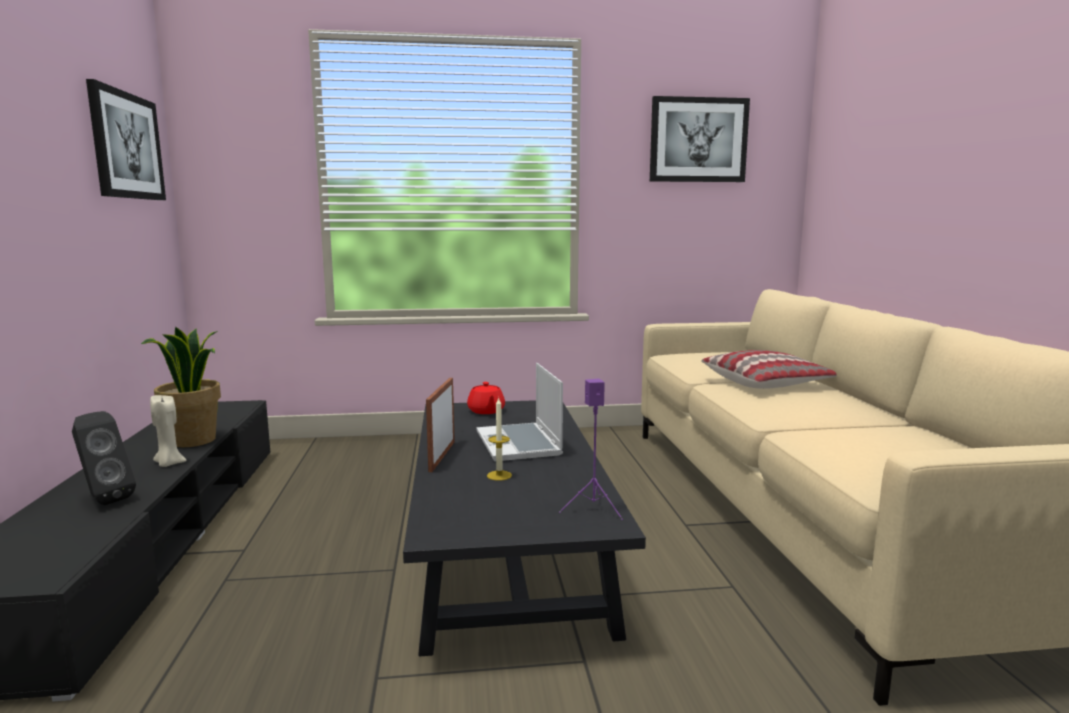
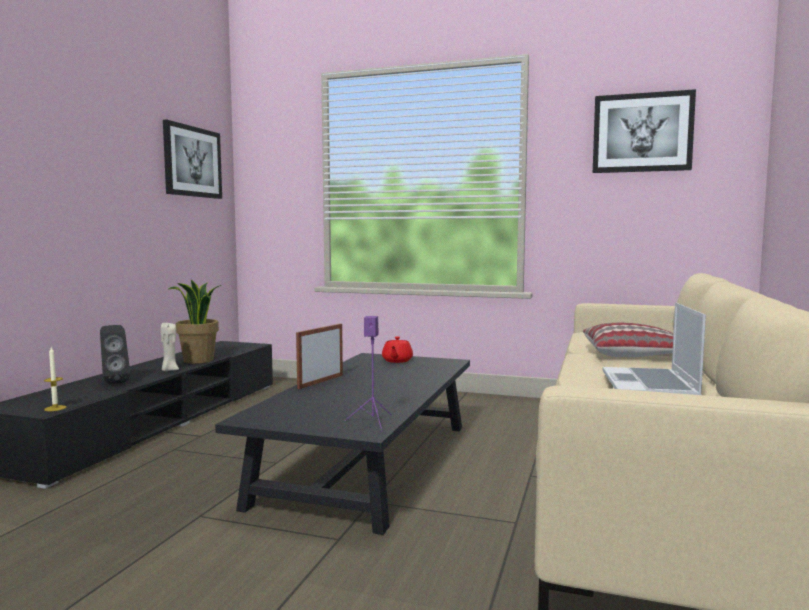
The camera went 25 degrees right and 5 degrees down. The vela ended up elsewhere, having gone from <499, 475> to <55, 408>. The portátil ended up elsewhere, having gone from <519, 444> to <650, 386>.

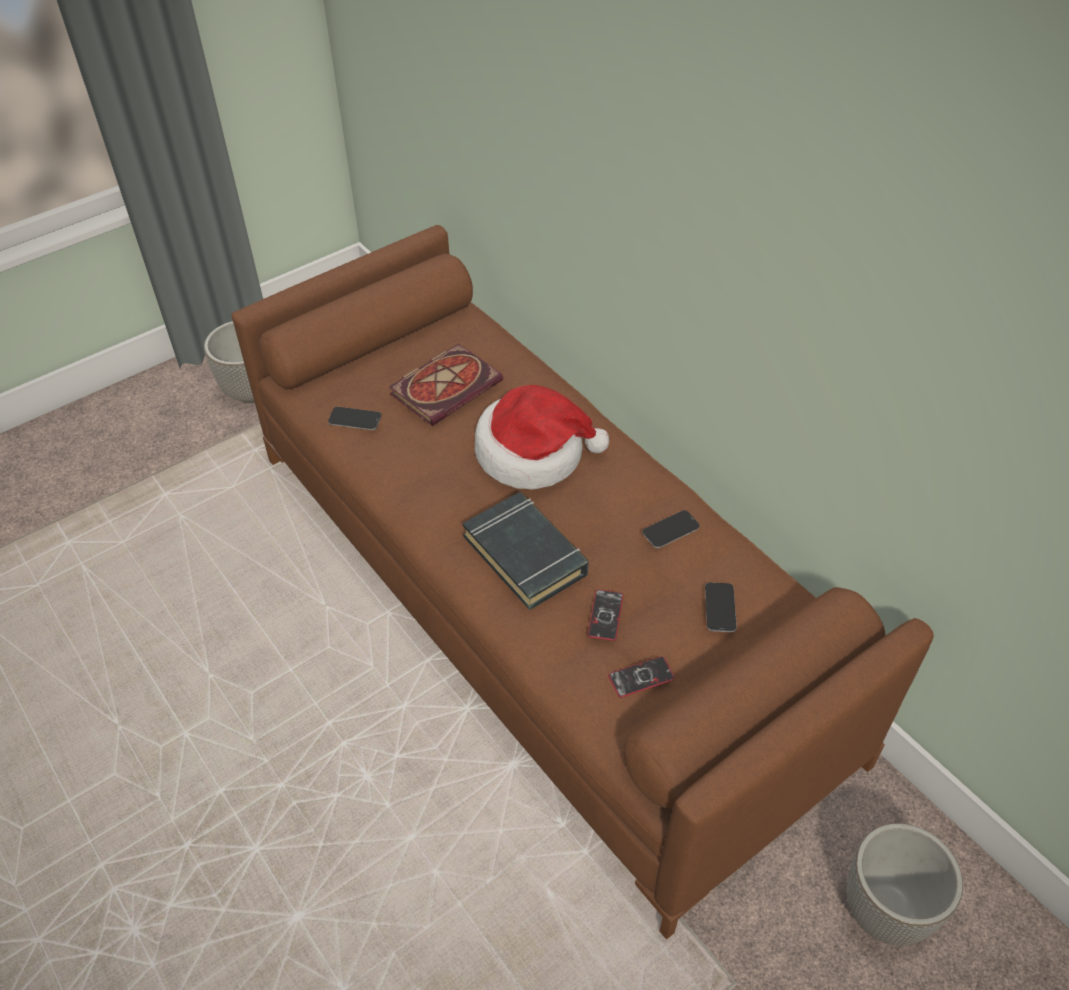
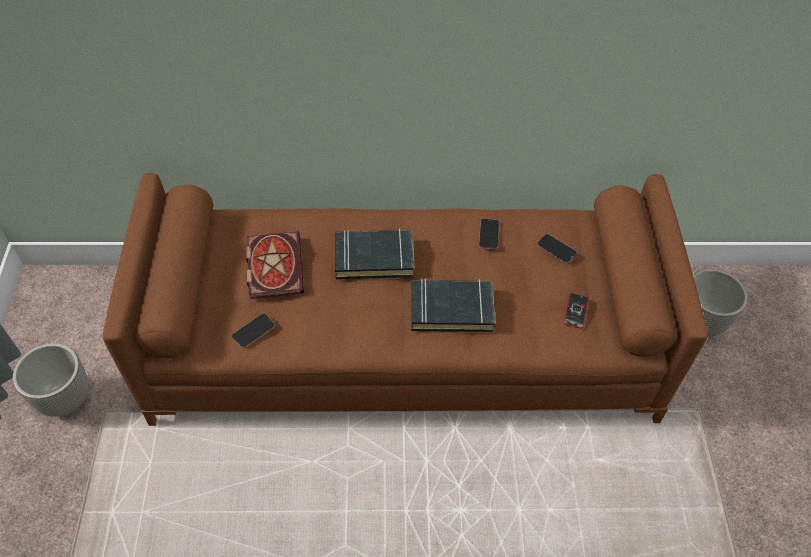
The camera went 55 degrees left and 5 degrees up. Where the sombrero stood at <533, 453>, the libro (negro) came to stand at <374, 258>. The second view lost the móvil at <605, 615>.

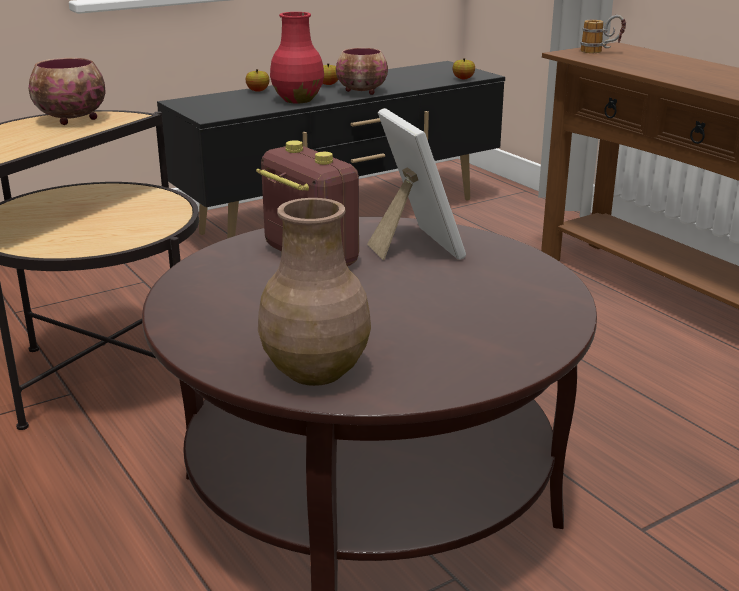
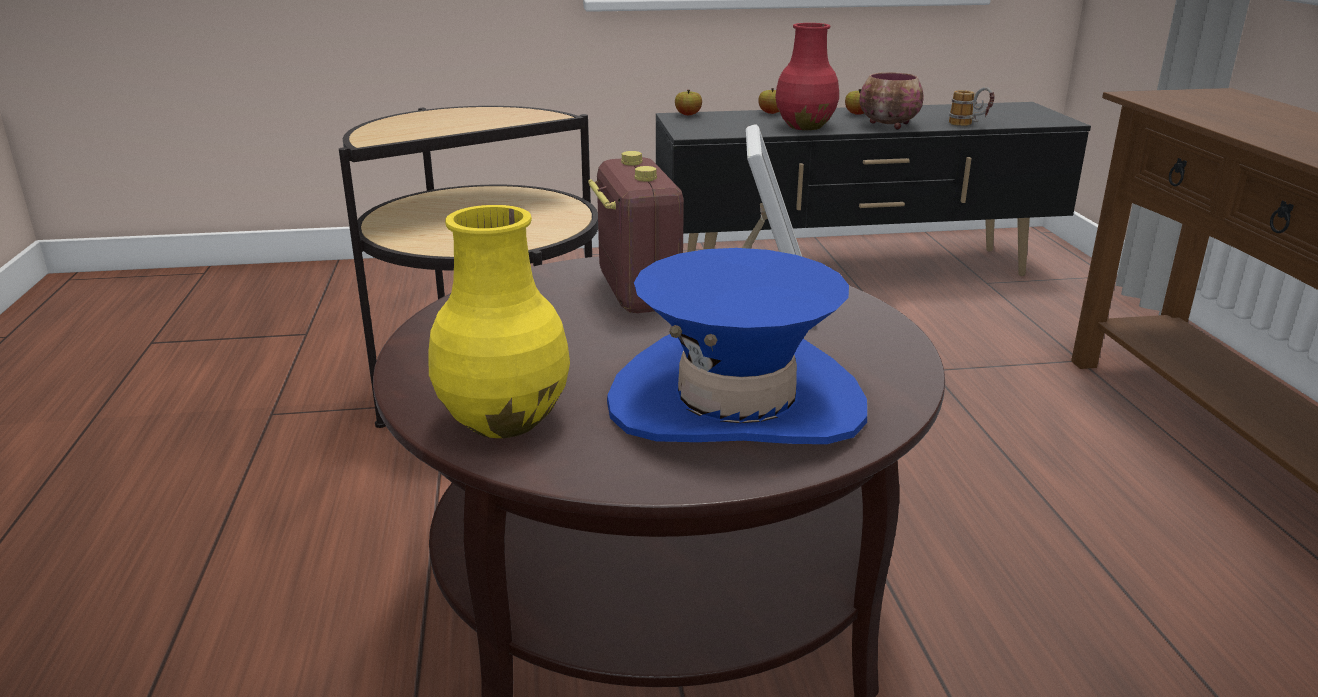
The camera went 25 degrees right and 0 degrees up. What was the florero (marrón) at <315, 372> turned into the florero (amarillo) at <502, 422>. The second view gained the sombrero (azul) at <736, 403>. The manzana ended up elsewhere, having gone from <463, 79> to <688, 115>. The taza grande ended up elsewhere, having gone from <601, 52> to <969, 125>. The second view lost the cuenco at <71, 120>.

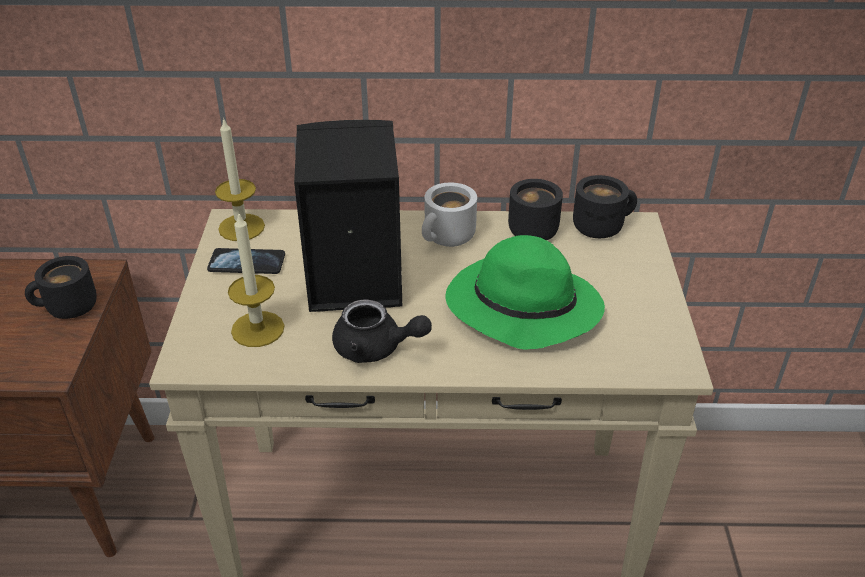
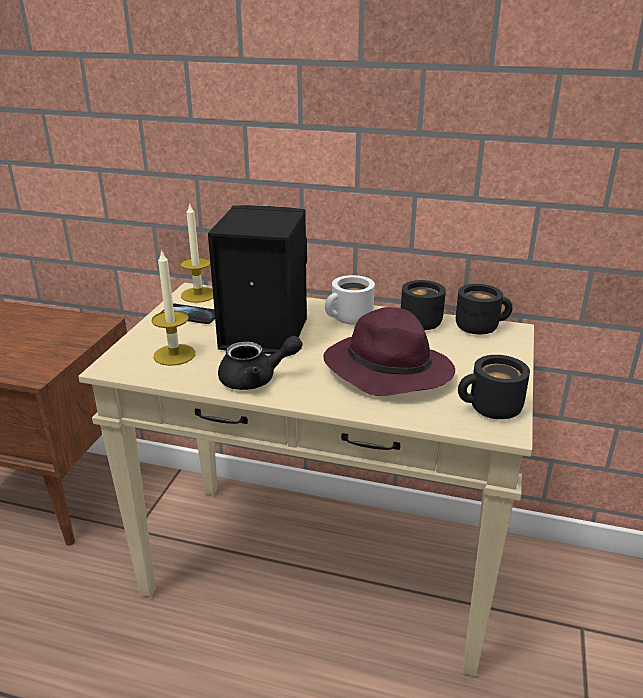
The camera went 15 degrees right and 10 degrees down. The tetera (negro) at <376, 348> ended up facing another way, 45 degrees counterclockwise from before. What was the sombrero (verde) at <520, 308> turned into the sombrero (morado) at <385, 370>. The taza grande (negro) ended up elsewhere, having gone from <68, 309> to <491, 410>.

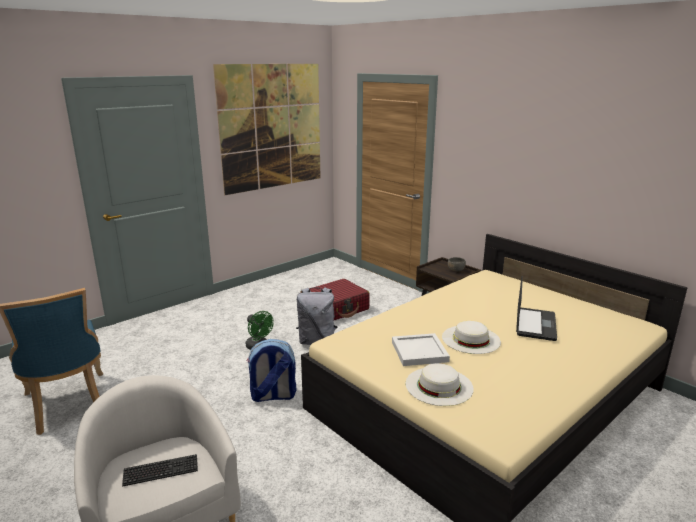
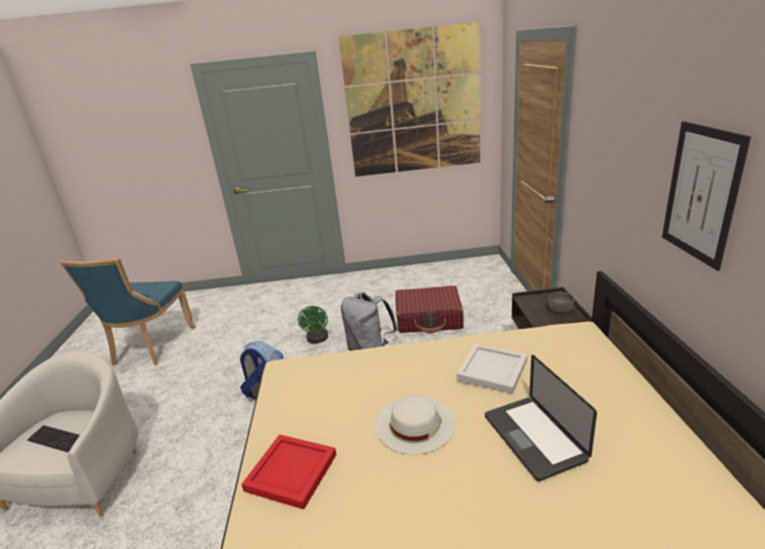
The camera went 40 degrees right and 5 degrees up. Where the sombrero (blanco) stood at <439, 385>, the bandeja (rojo) came to stand at <290, 473>. The bandeja (blanco) ended up elsewhere, having gone from <420, 352> to <493, 371>. The portátil at <535, 325> ended up facing another way, 105 degrees clockwise from before. The second view gained the cuadro at <701, 193>.

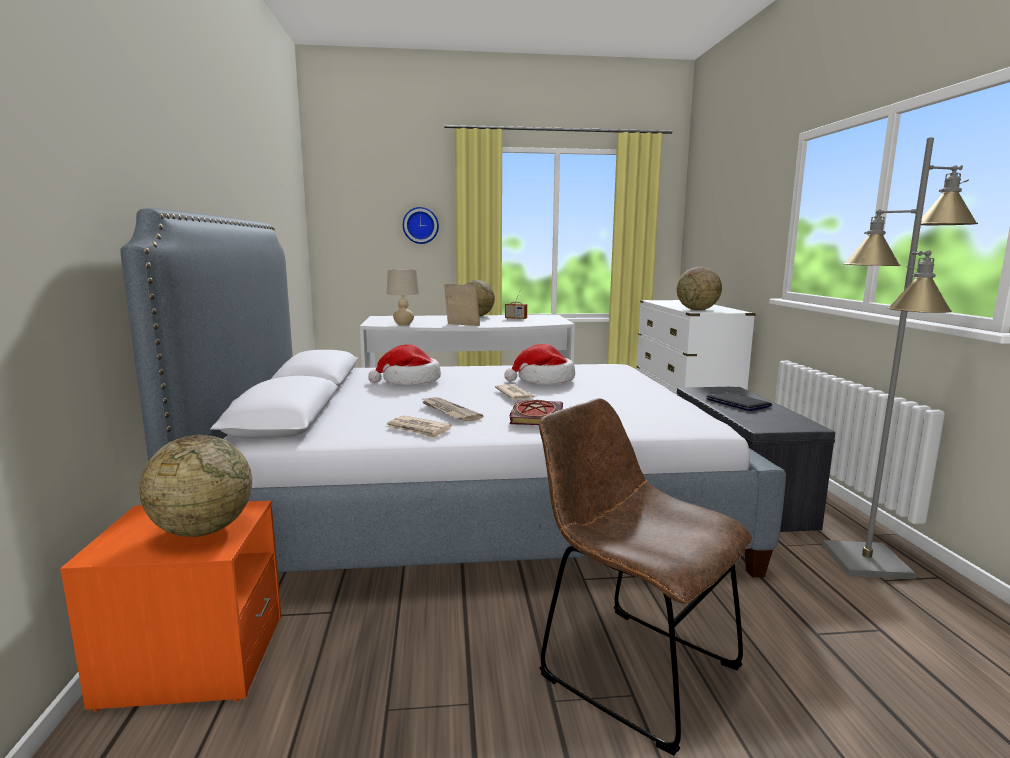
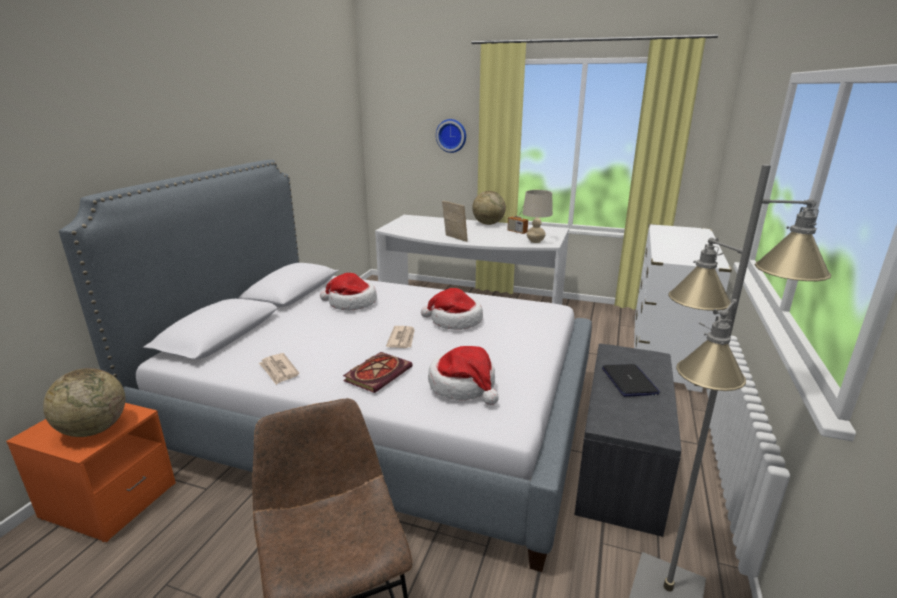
The camera went 25 degrees right and 10 degrees up. The second view gained the sombrero at <463, 386>. The lámpara de mesa (beis) ended up elsewhere, having gone from <404, 325> to <535, 241>. The second view lost the periódico at <449, 411>. The second view lost the globo terráqueo at <697, 310>.

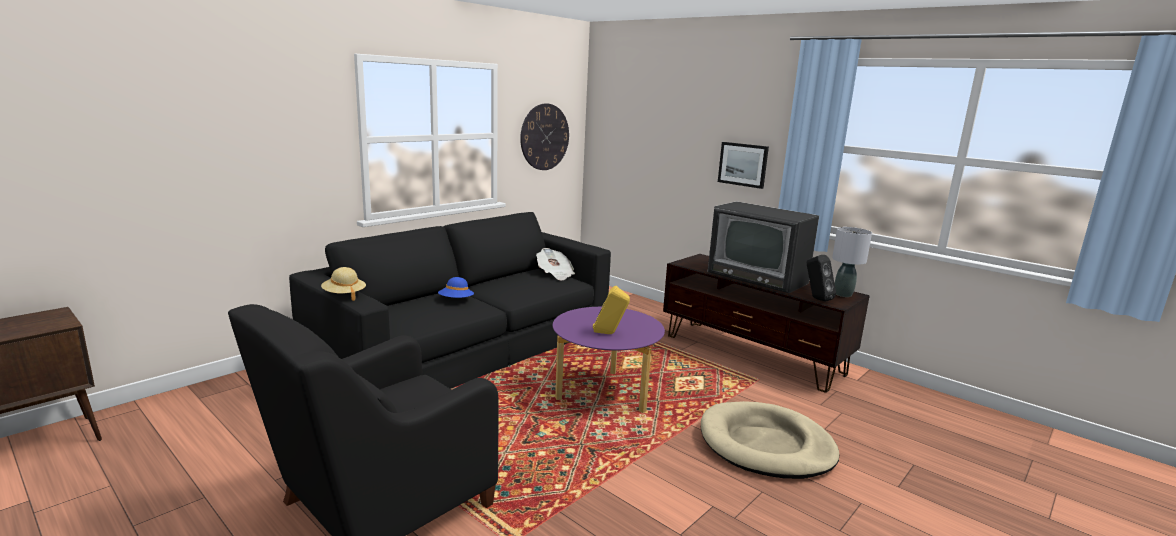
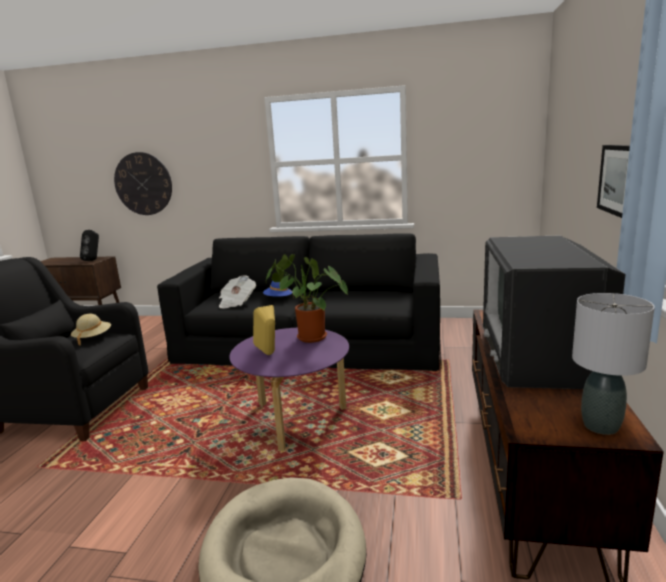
The camera went 60 degrees right and 0 degrees up. The sombrero (beis) ended up elsewhere, having gone from <344, 295> to <92, 338>. The altavoz (negro) ended up elsewhere, having gone from <816, 298> to <93, 260>. The reloj de pared ended up elsewhere, having gone from <544, 137> to <143, 184>. The periódico ended up elsewhere, having gone from <555, 274> to <236, 302>. The second view gained the planta en maceta at <308, 338>.

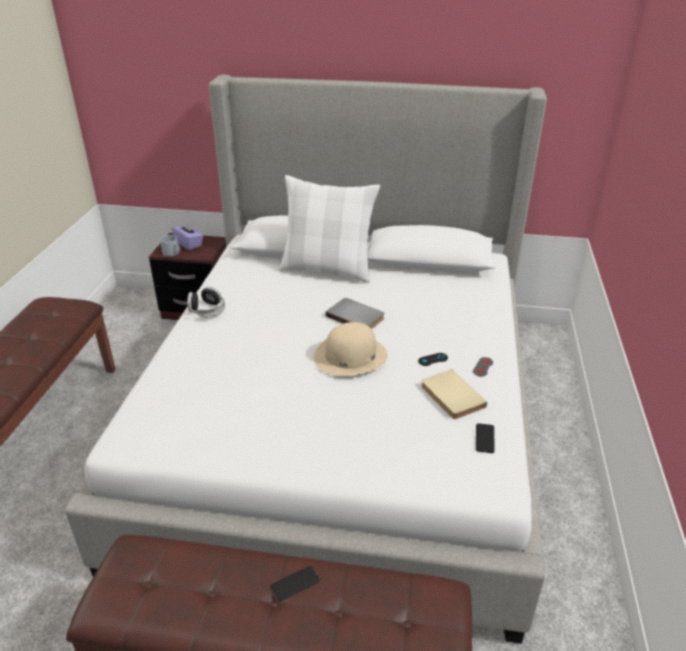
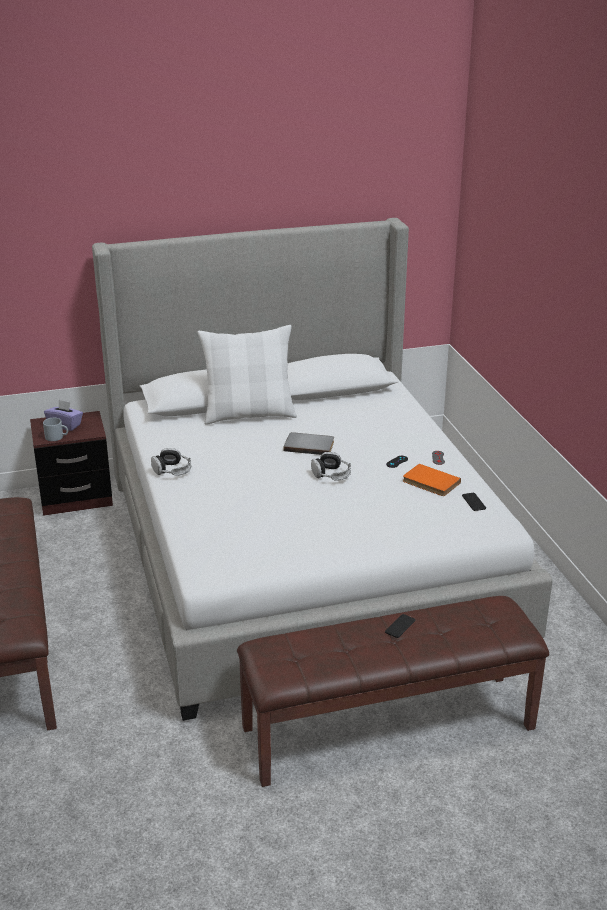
The camera went 25 degrees left and 5 degrees down. Where the sombrero (beis) stood at <350, 356>, the auriculares came to stand at <331, 474>. What was the libro (beis) at <450, 396> turned into the libro (naranja) at <430, 483>.

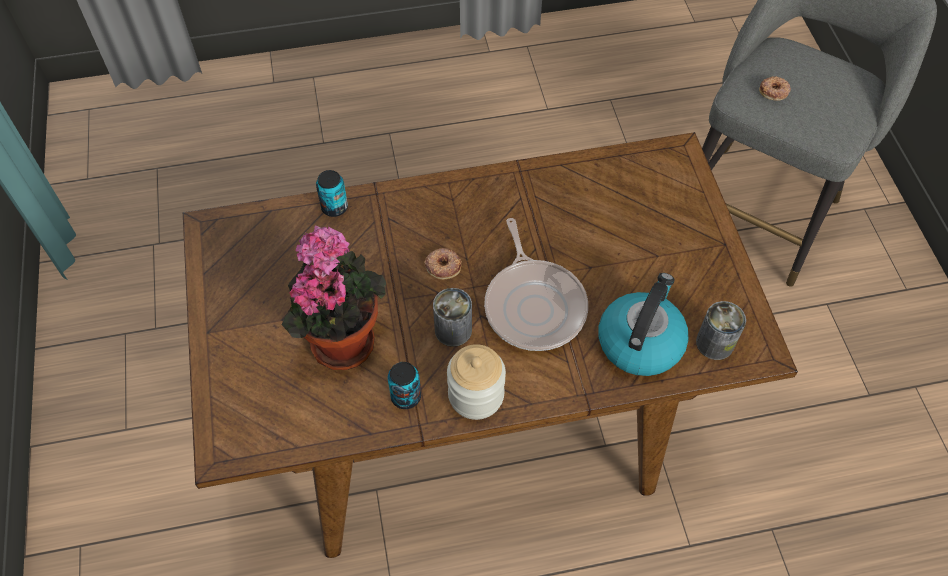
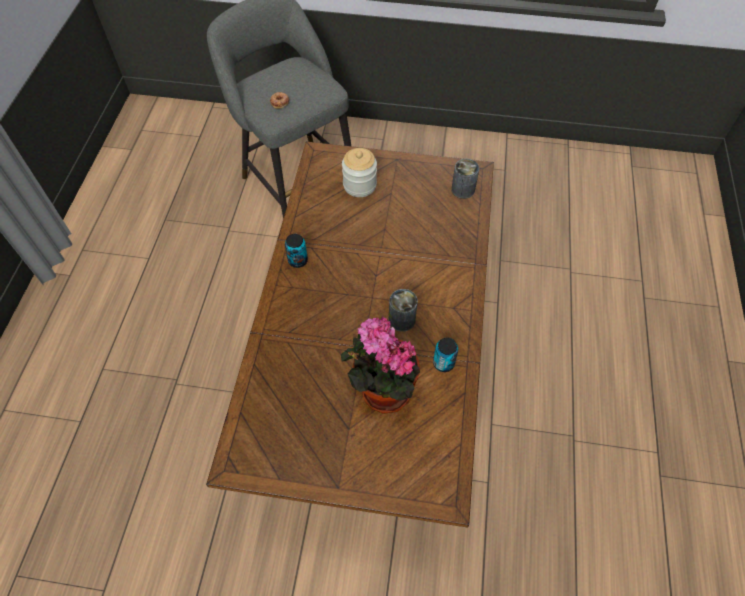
The camera went 70 degrees left and 0 degrees up. The lata ended up elsewhere, having gone from <334, 207> to <298, 260>. The tarro ended up elsewhere, having gone from <476, 395> to <359, 185>. The second view lost the rosquilla at <443, 265>. The second view lost the sartén at <534, 305>. The second view lost the hervidor at <640, 341>.

